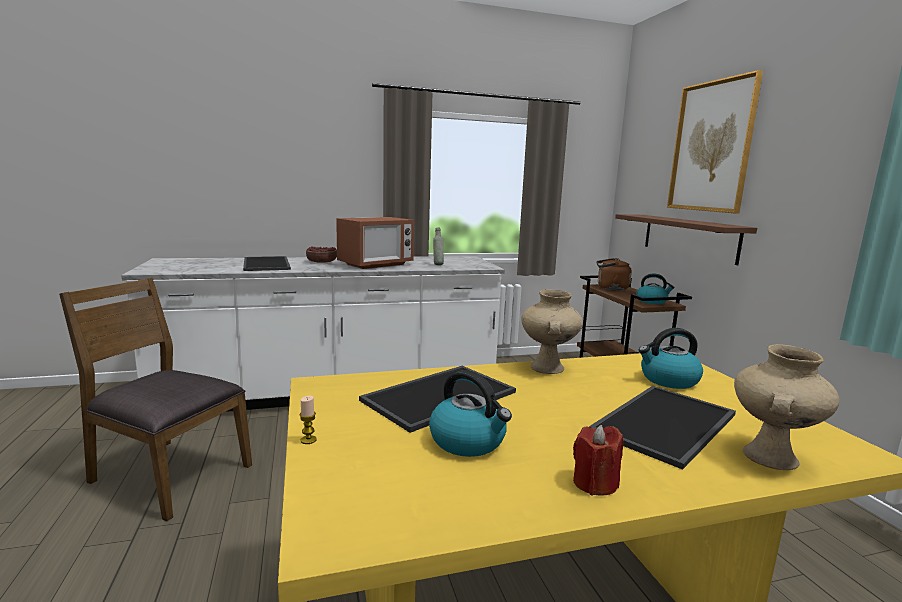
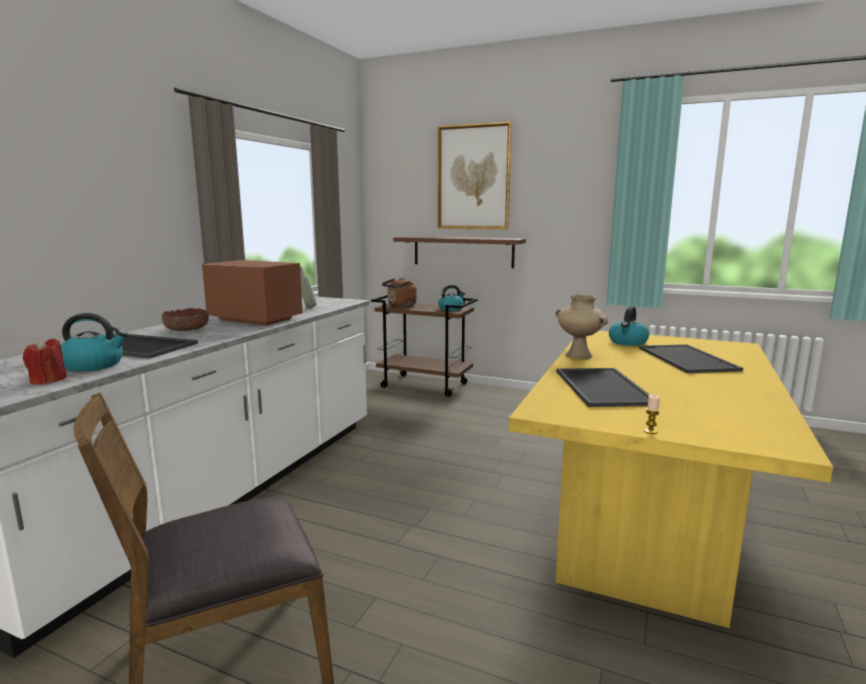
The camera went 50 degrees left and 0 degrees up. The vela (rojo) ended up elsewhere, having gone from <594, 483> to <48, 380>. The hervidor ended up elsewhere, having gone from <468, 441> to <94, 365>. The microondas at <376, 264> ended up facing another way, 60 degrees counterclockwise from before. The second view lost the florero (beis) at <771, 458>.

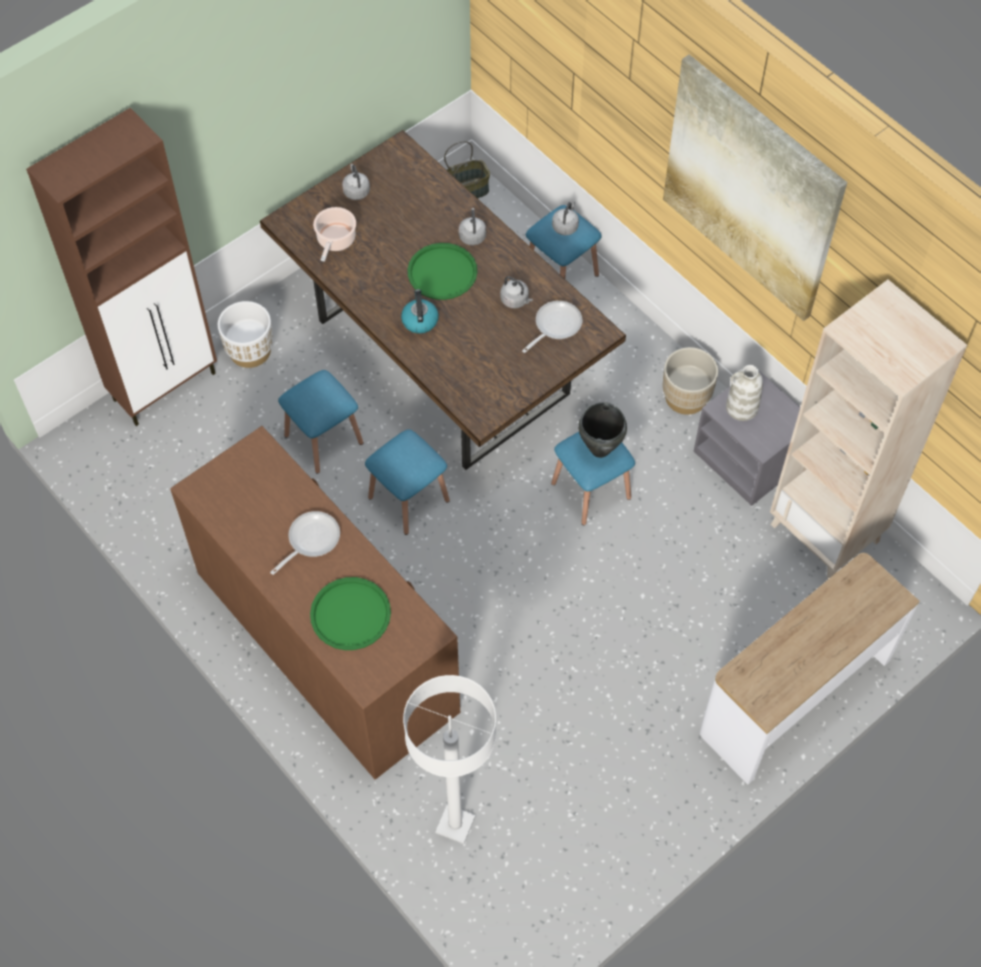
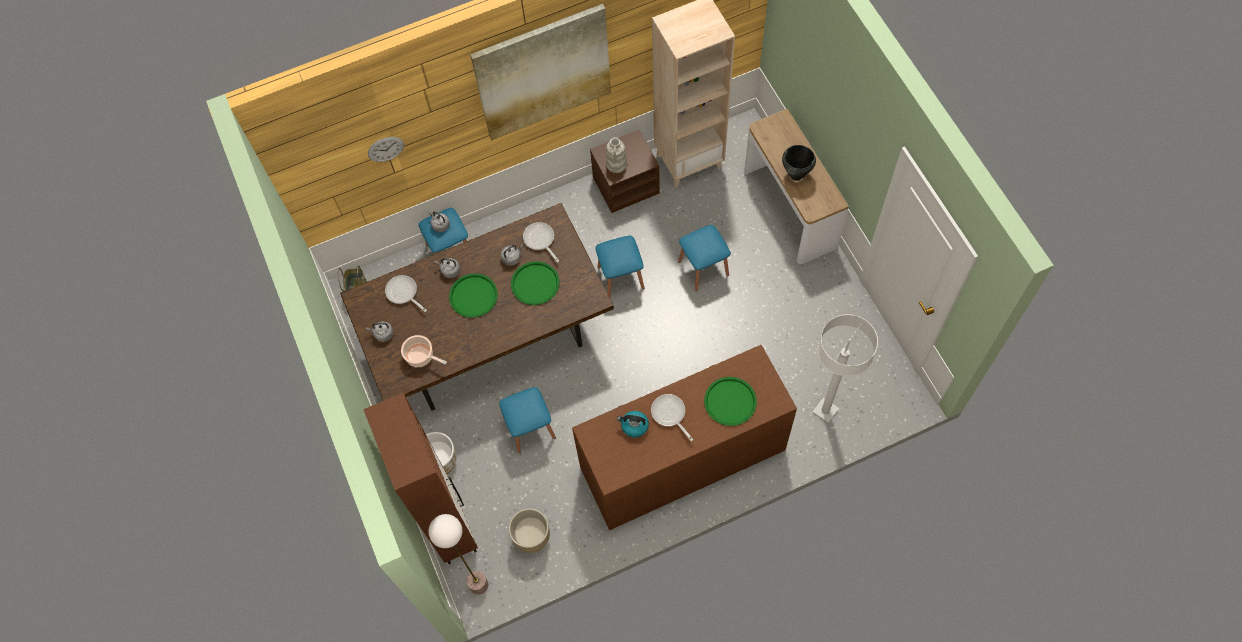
The camera went 70 degrees left and 5 degrees up. The second view gained the reloj de pared at <385, 149>. The second view gained the sartén at <403, 293>. The second view gained the lámpara de pie at <478, 585>. The maceta (beis) ended up elsewhere, having gone from <686, 397> to <532, 537>. The second view gained the bandeja (verde) at <535, 283>. What was the mesita de noche (gris) at <749, 459> turned into the mesita de noche (marrón) at <626, 185>. The hervidor ended up elsewhere, having gone from <419, 320> to <634, 426>. The taburete (azul) ended up elsewhere, having gone from <408, 499> to <703, 268>. The olla (negro) ended up elsewhere, having gone from <599, 449> to <796, 175>.

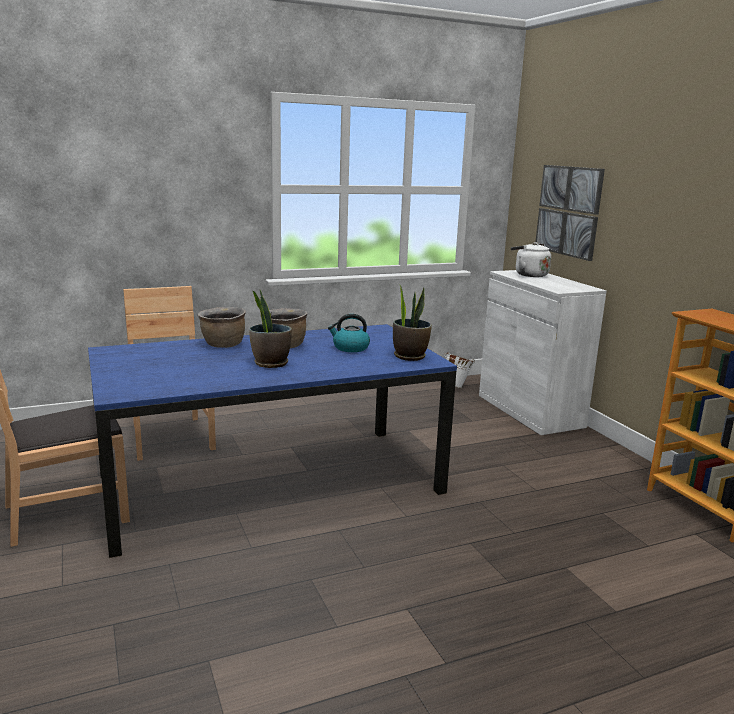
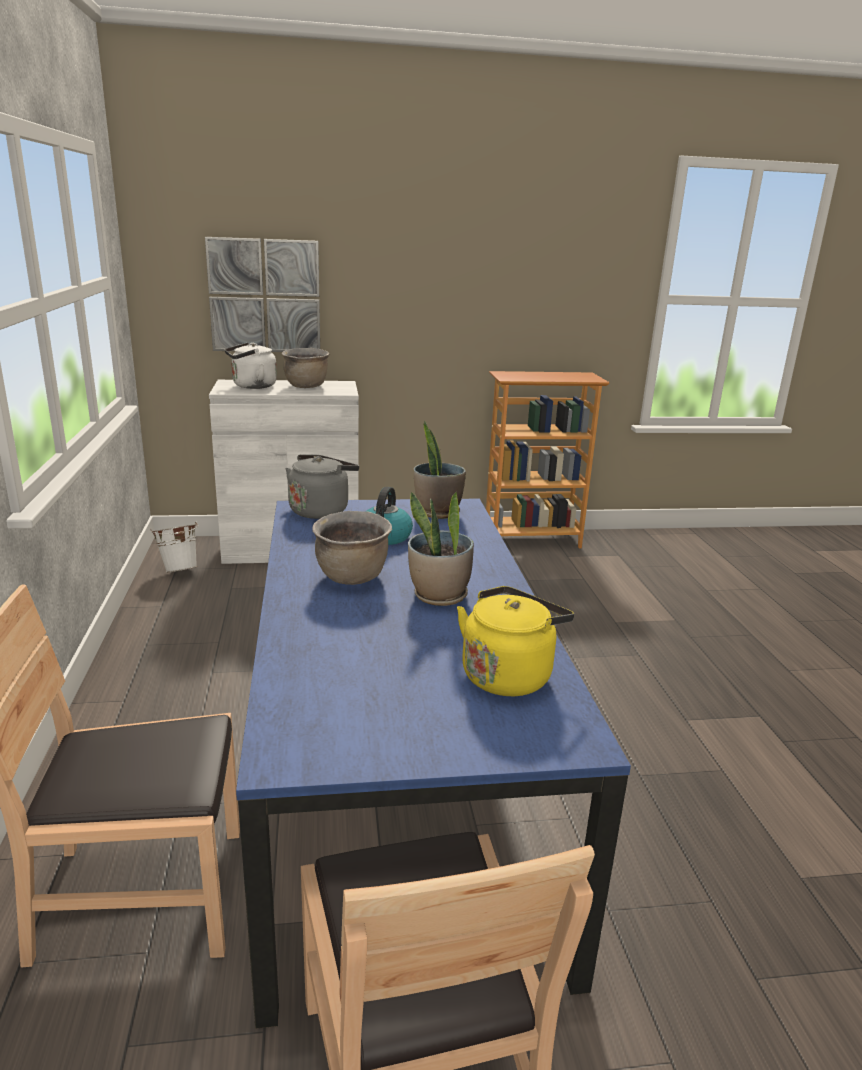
The camera went 75 degrees left and 5 degrees up. The olla (marrón) ended up elsewhere, having gone from <223, 345> to <306, 386>. The second view gained the hervidor (gris) at <321, 510>. The second view gained the hervidor (amarillo) at <508, 674>.

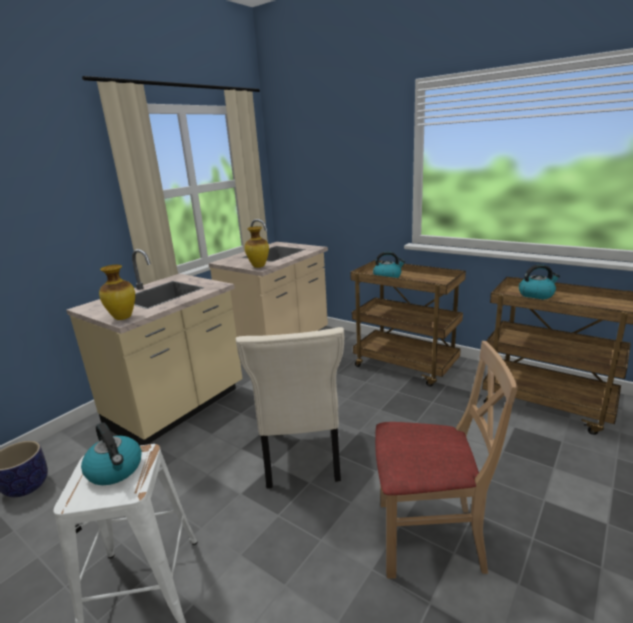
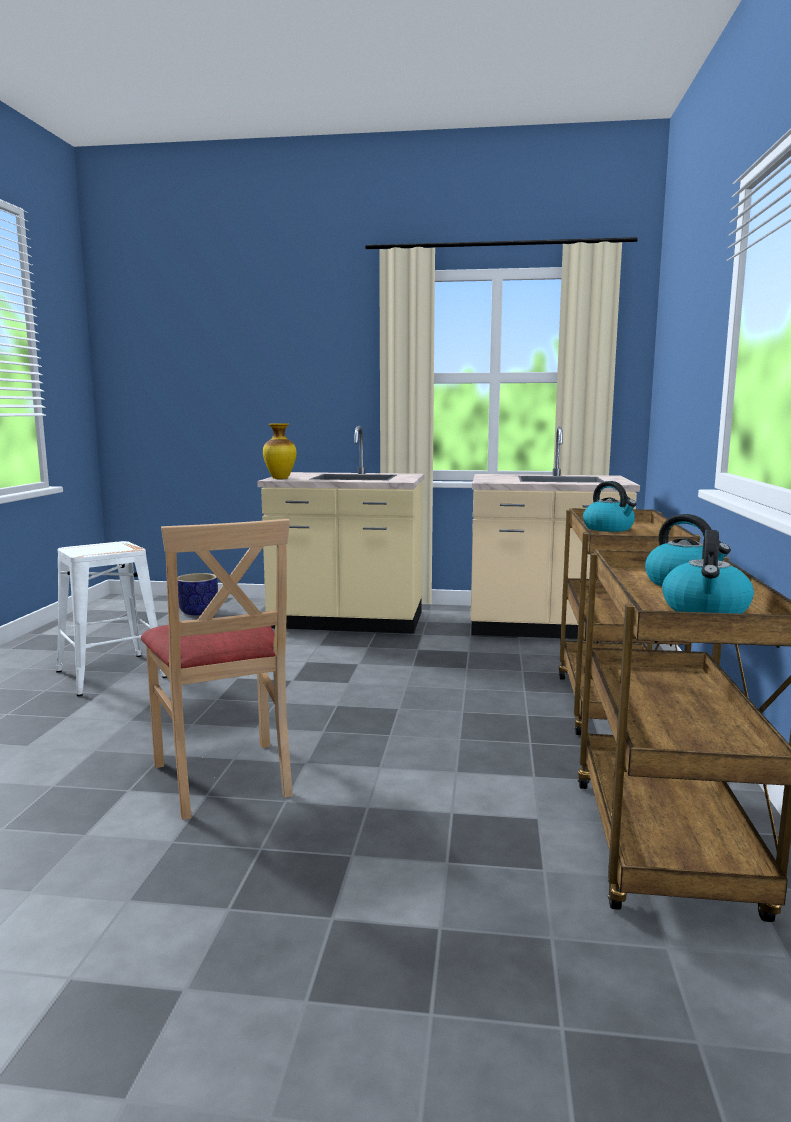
The camera went 60 degrees right and 10 degrees down. The hervidor ended up elsewhere, having gone from <116, 470> to <706, 610>. The second view lost the silla (beis) at <301, 457>. The second view lost the florero at <259, 266>.

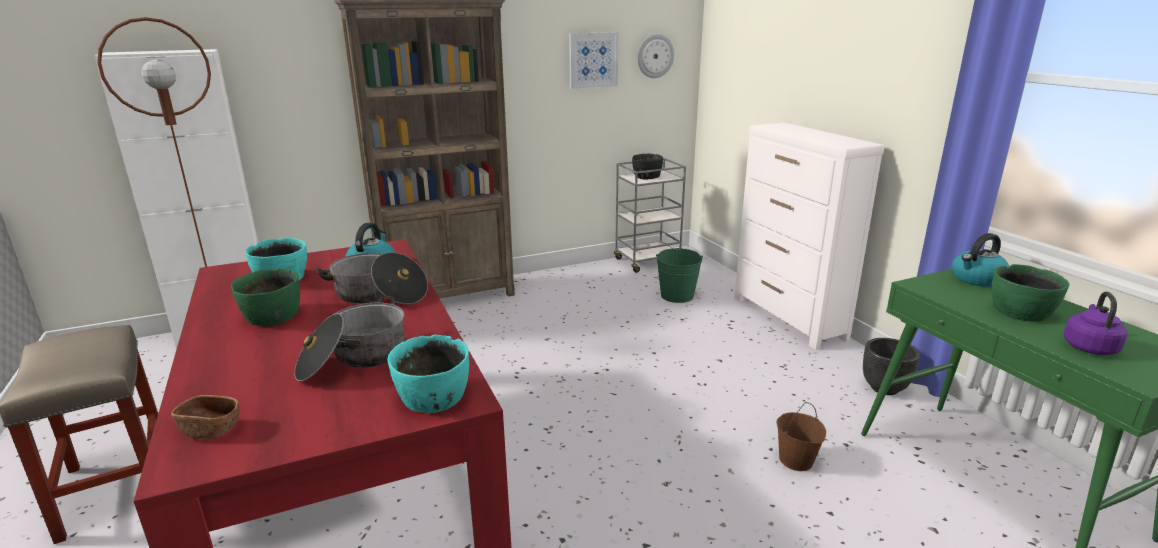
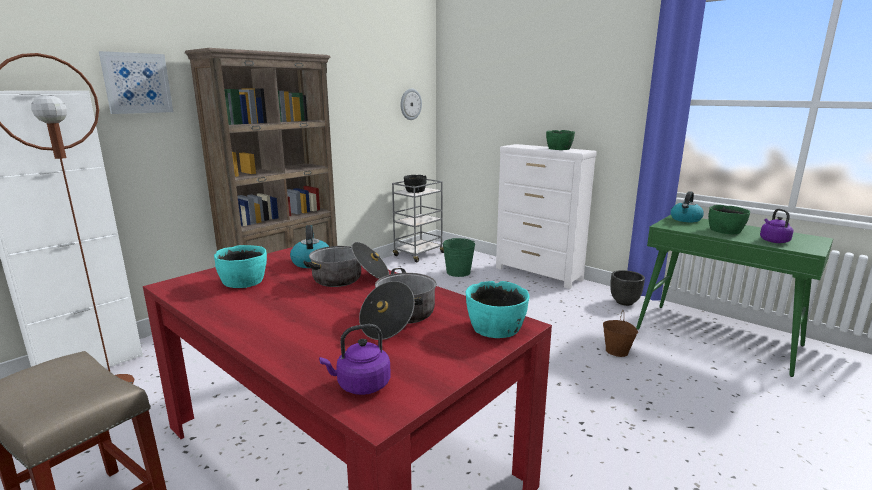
The camera went 25 degrees left and 5 degrees down. The cuadro ended up elsewhere, having gone from <593, 60> to <137, 83>. Where the cuenco (marrón) stood at <211, 430>, the hervidor (morado) came to stand at <360, 385>. The cuenco (verde) ended up elsewhere, having gone from <272, 316> to <559, 149>.

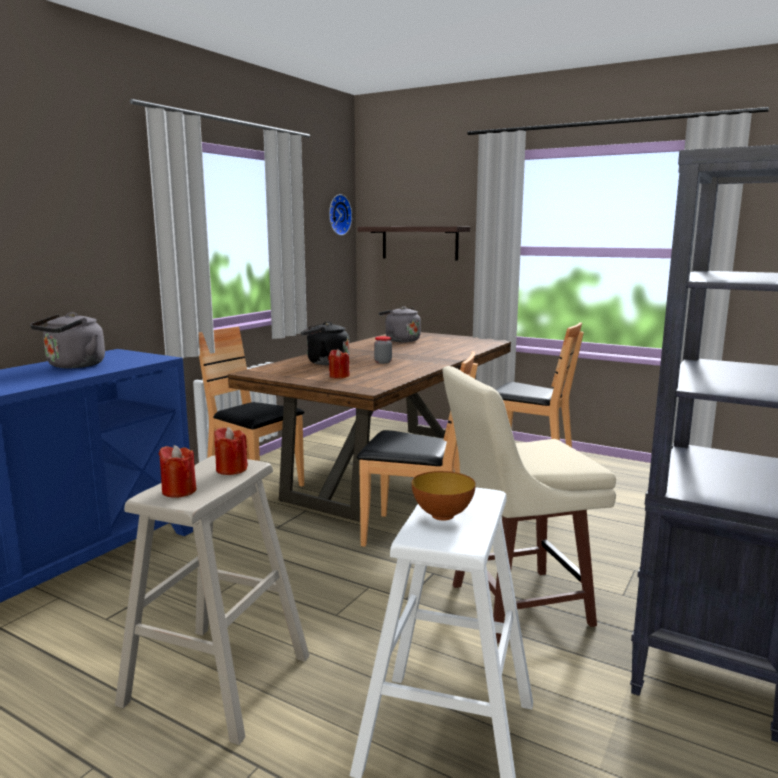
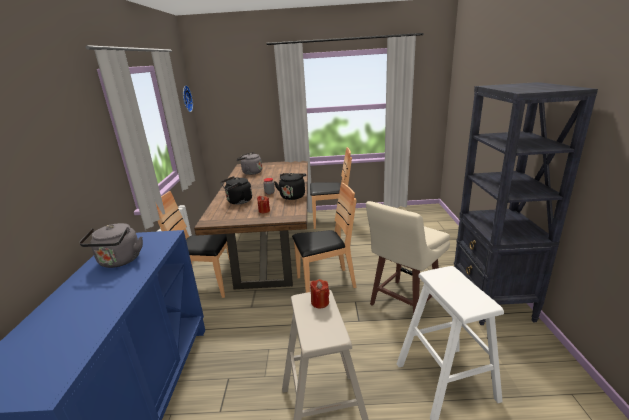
The camera went 30 degrees left and 10 degrees up. The second view gained the hervidor (negro) at <293, 196>. The second view lost the vela (rojo) at <179, 491>. The second view lost the estante at <419, 243>. The second view lost the cuenco at <442, 515>.

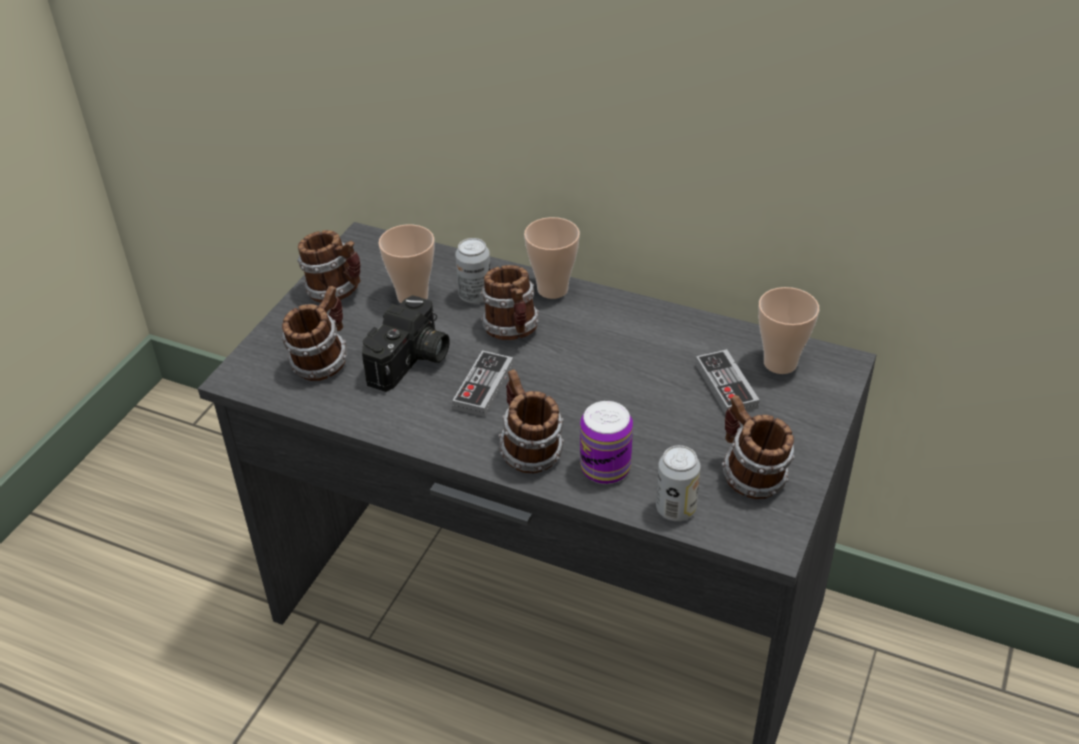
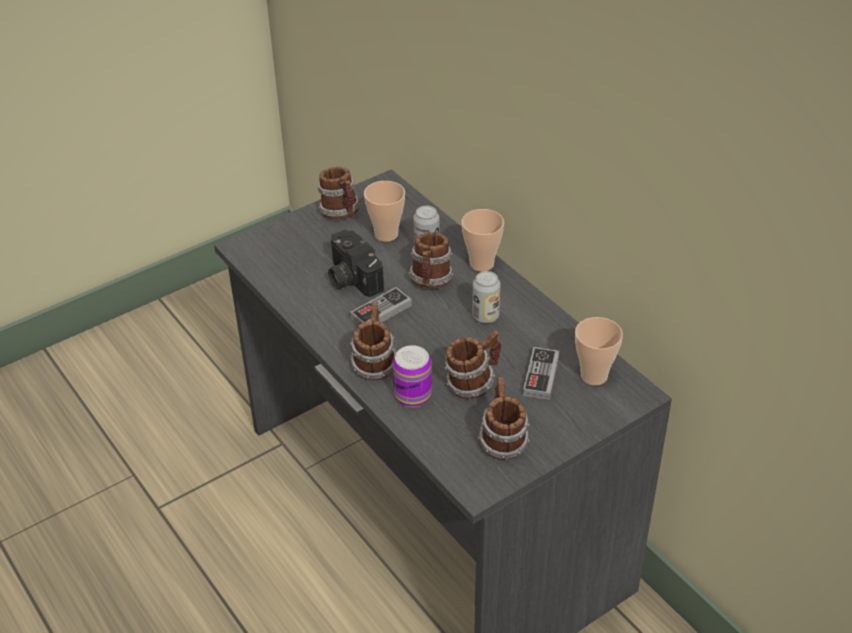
The camera went 30 degrees right and 0 degrees up. The cámara at <411, 362> ended up facing another way, 90 degrees clockwise from before. The taza grande ended up elsewhere, having gone from <321, 362> to <472, 384>. The lata ended up elsewhere, having gone from <675, 509> to <485, 316>.

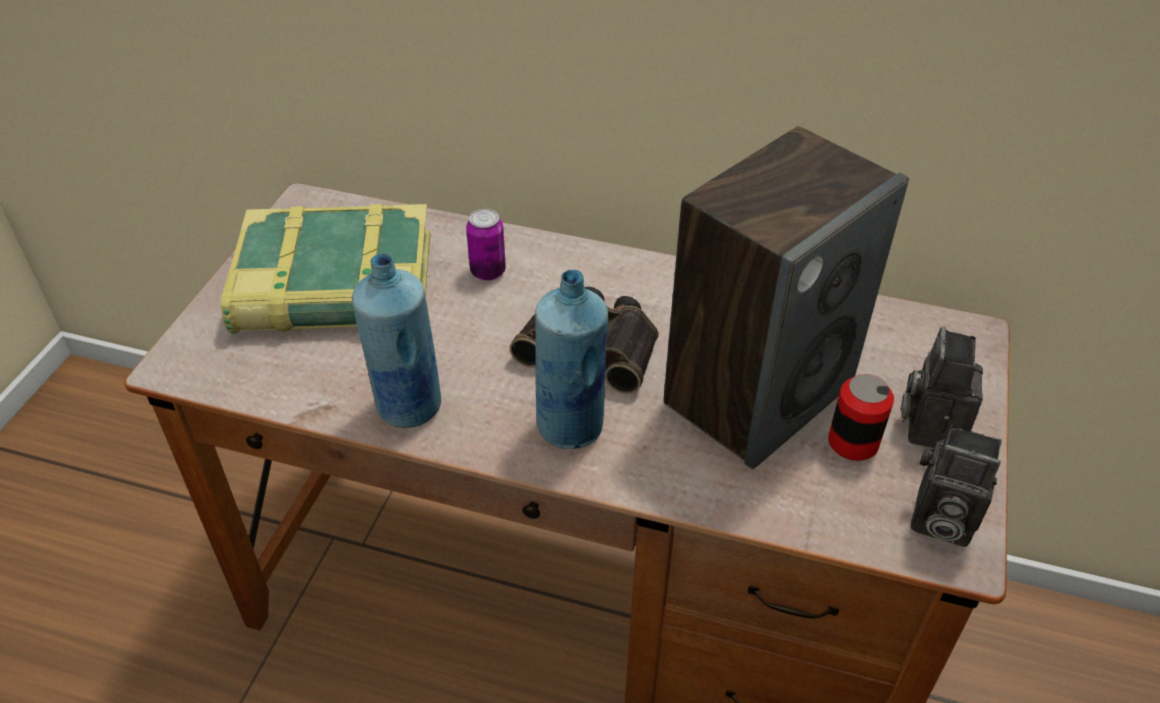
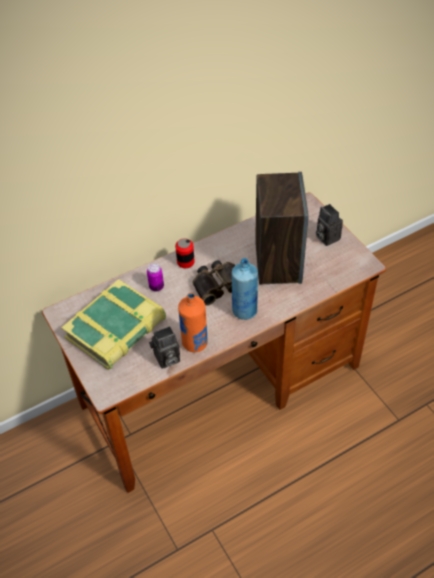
The camera went 45 degrees left and 5 degrees up. The cámara ended up elsewhere, having gone from <937, 520> to <166, 359>. The lata ended up elsewhere, having gone from <853, 442> to <185, 262>. What was the botella (azul) at <408, 407> turned into the botella (naranja) at <194, 343>.

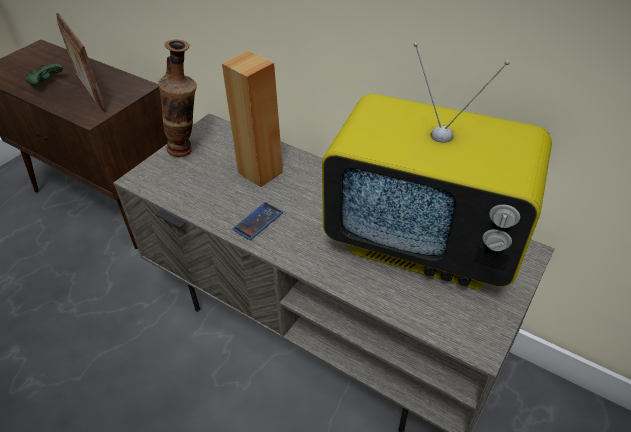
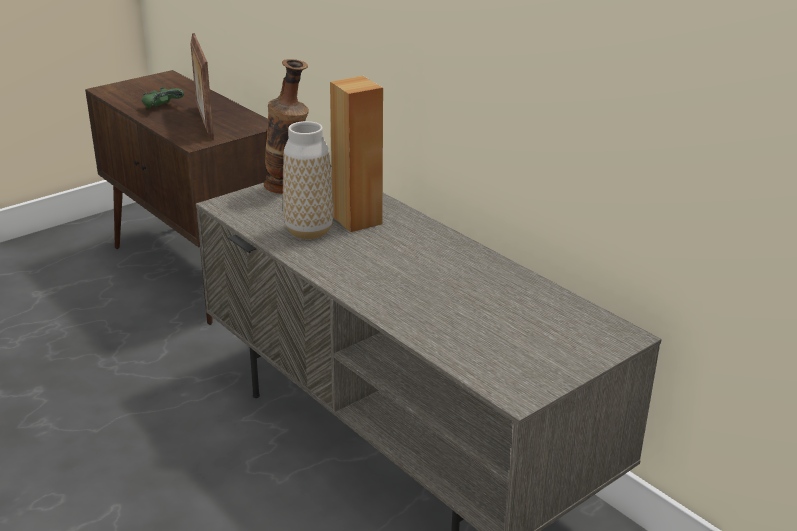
The camera went 15 degrees right and 15 degrees down. The second view gained the florero at <309, 231>. The second view lost the móvil at <258, 221>. The second view lost the televisor at <425, 242>.

